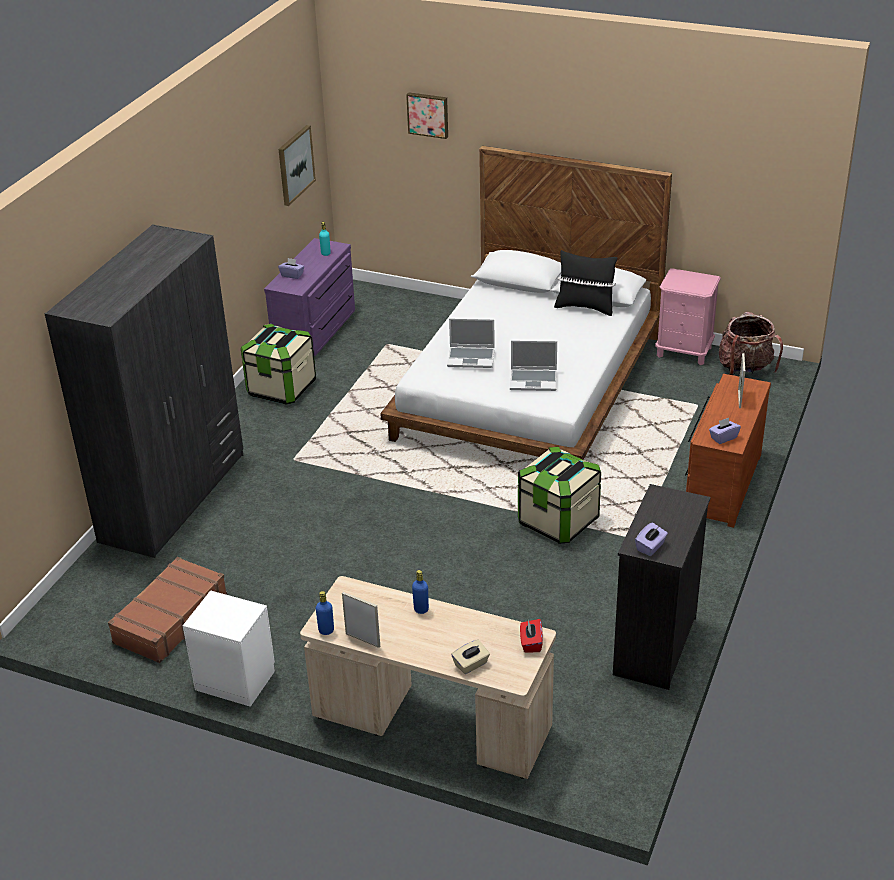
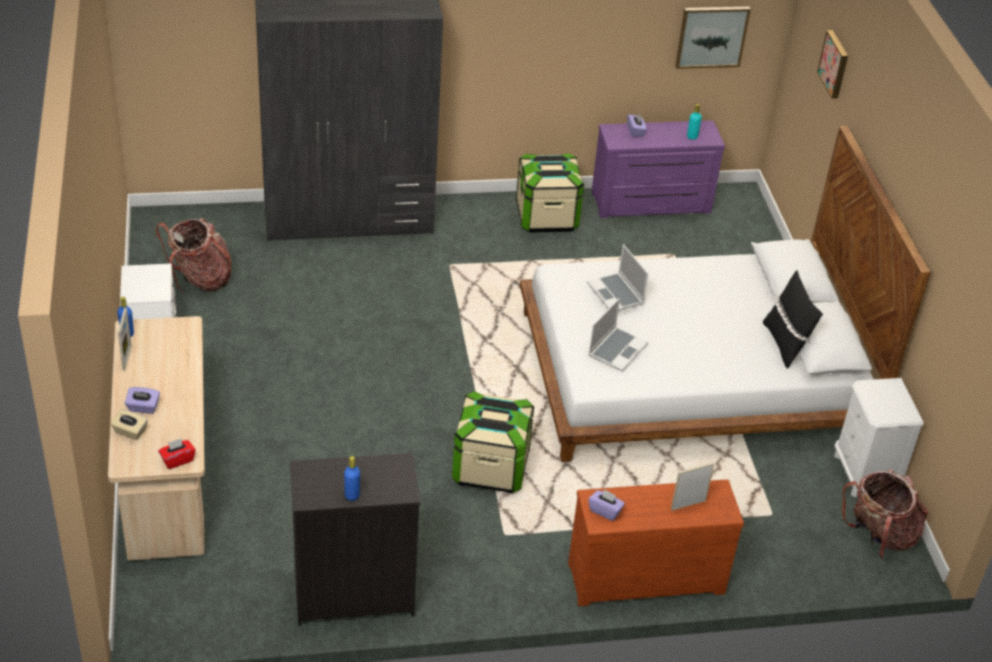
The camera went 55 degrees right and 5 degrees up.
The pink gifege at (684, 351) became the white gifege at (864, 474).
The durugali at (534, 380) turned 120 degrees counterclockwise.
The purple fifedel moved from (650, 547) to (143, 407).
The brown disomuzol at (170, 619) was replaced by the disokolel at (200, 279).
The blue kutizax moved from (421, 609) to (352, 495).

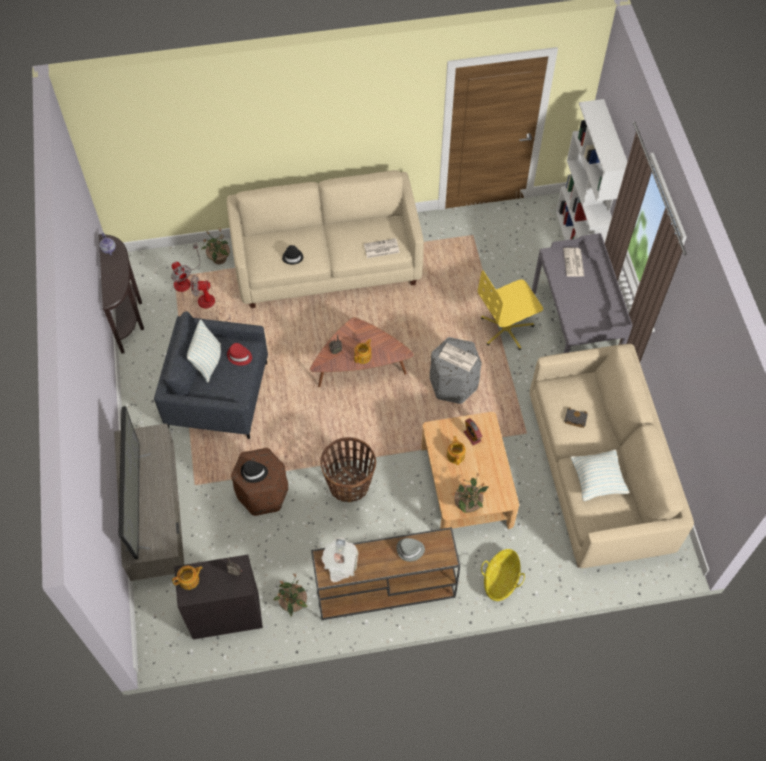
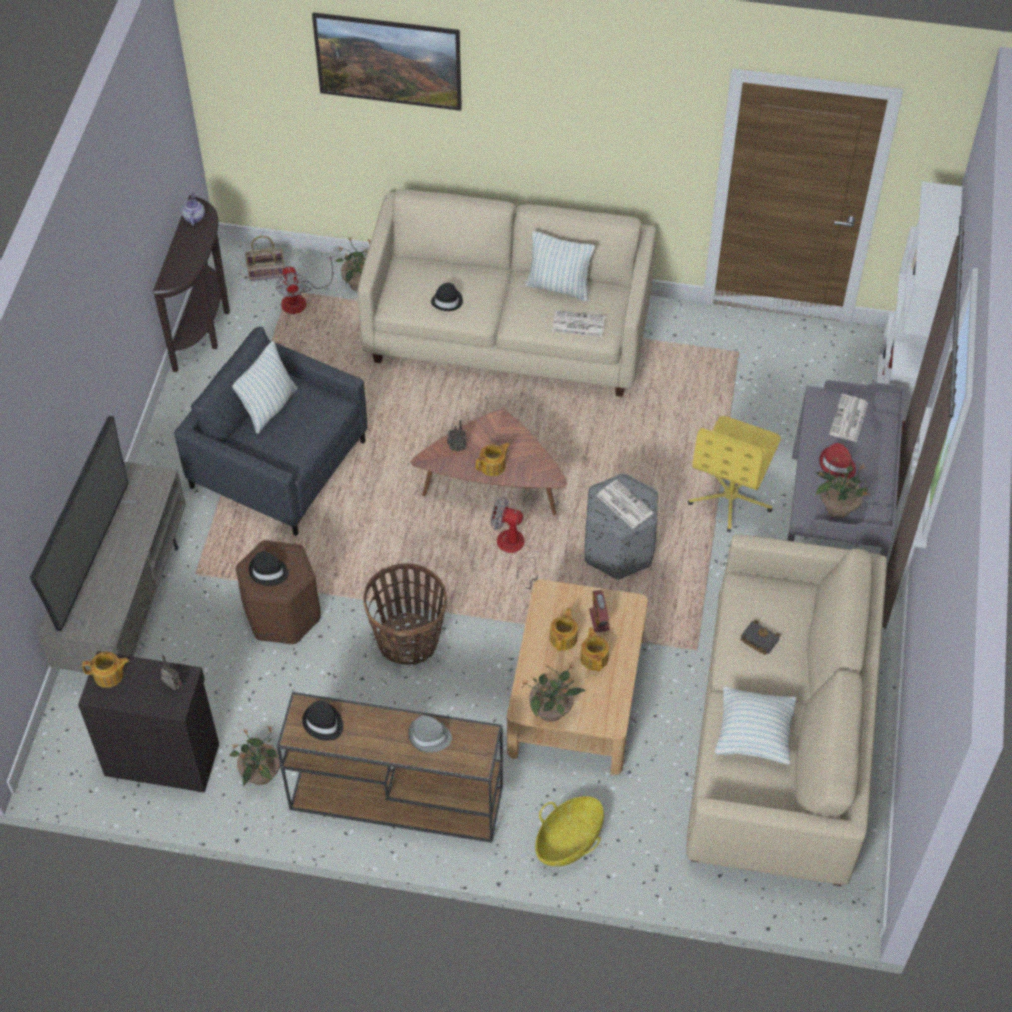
The camera went 20 degrees right and 5 degrees down.
The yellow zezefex at (506, 329) turned 60 degrees counterclockwise.
The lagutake moved from (210, 306) to (514, 550).
The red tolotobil moved from (239, 356) to (837, 465).
The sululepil at (340, 564) was replaced by the black tolotobil at (323, 723).
The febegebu at (389, 80) appeared.
The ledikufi at (559, 287) appeared.
The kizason at (267, 271) appeared.
The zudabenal at (837, 507) appeared.
The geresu at (594, 657) appeared.

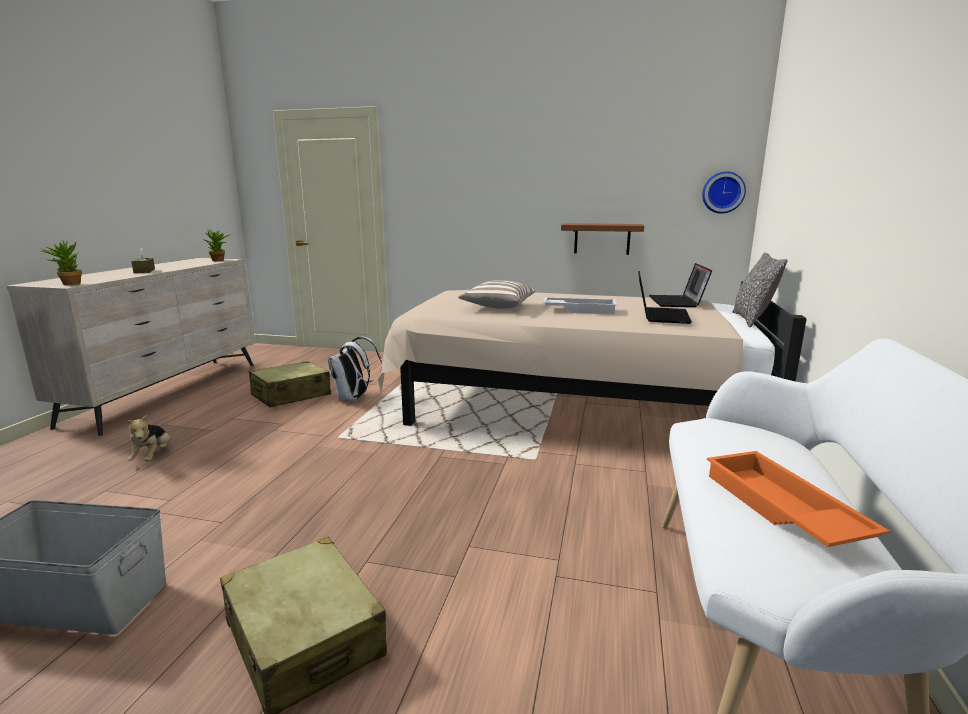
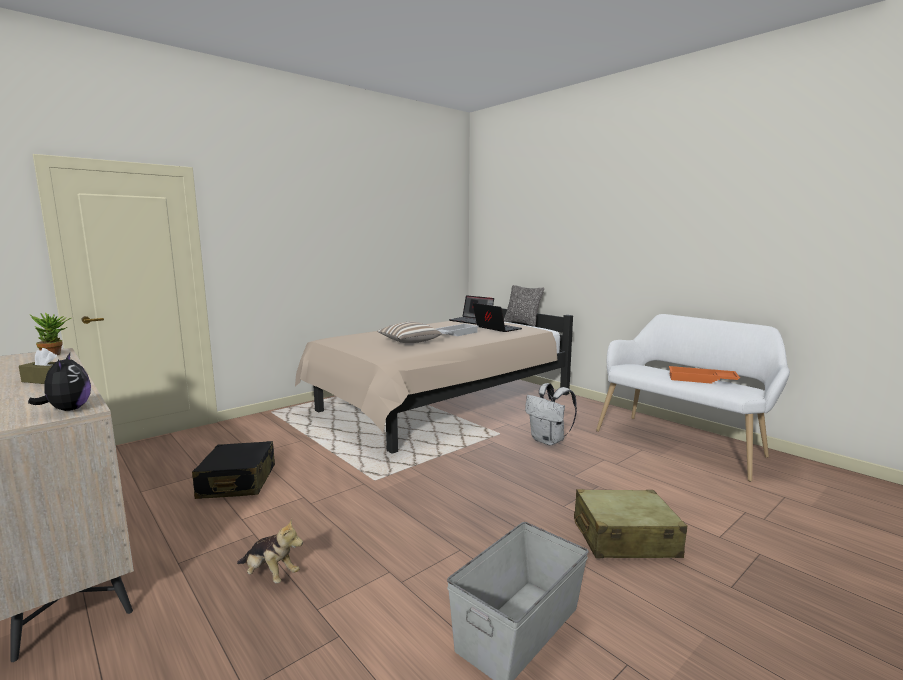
The camera went 55 degrees left and 5 degrees down.
The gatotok at (723, 192) disappeared.
The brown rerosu at (602, 238) disappeared.
The zudabenal at (68, 284) was replaced by the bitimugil at (68, 409).
The white disokolel moved from (354, 398) to (549, 441).
The beige disomuzol at (290, 395) became the black disomuzol at (237, 482).

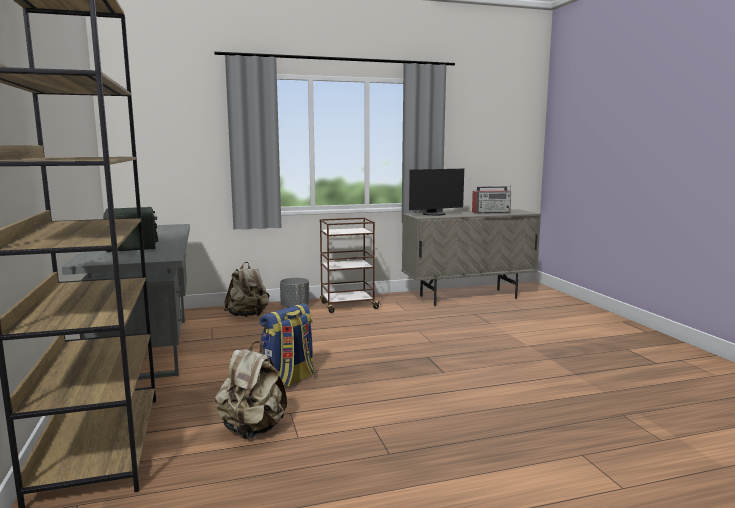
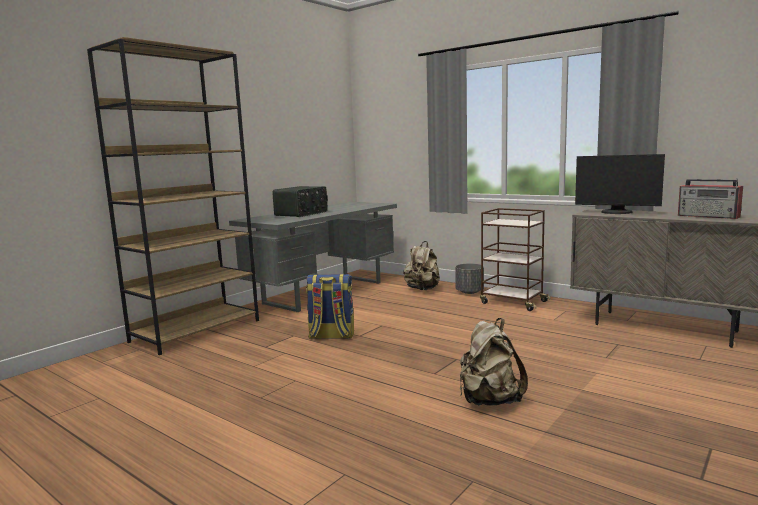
The camera went 55 degrees right and 0 degrees up.
The beige disokolel moved from (253, 429) to (489, 401).

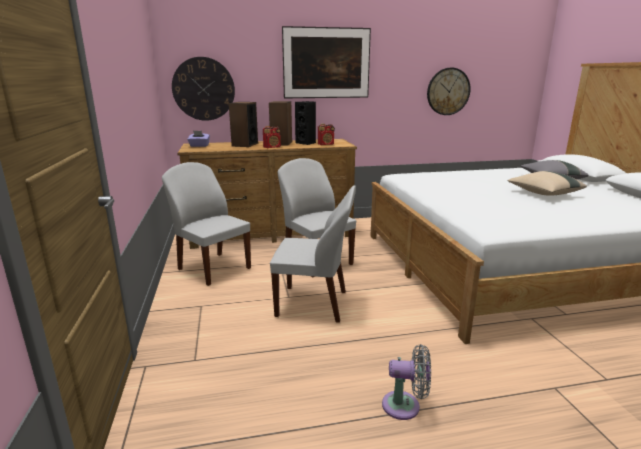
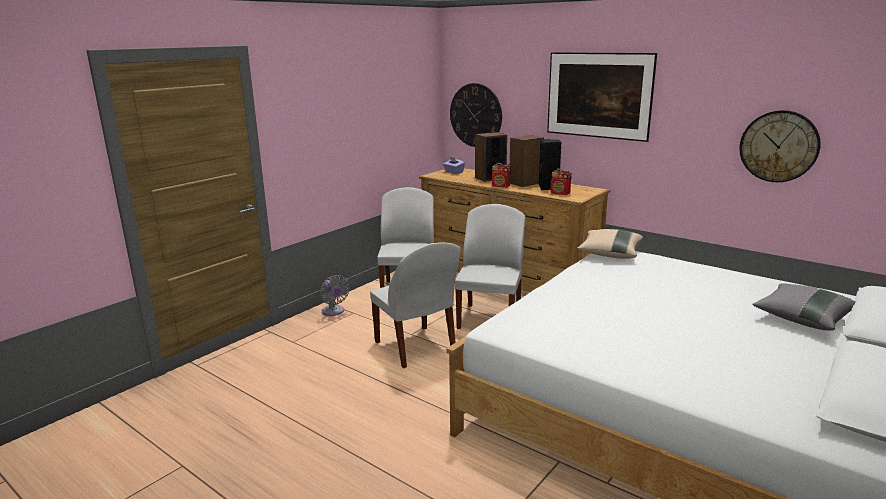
The camera went 50 degrees right and 0 degrees up.
The beige ledikufi moved from (543, 193) to (609, 254).
The grey lagutake moved from (405, 406) to (334, 312).

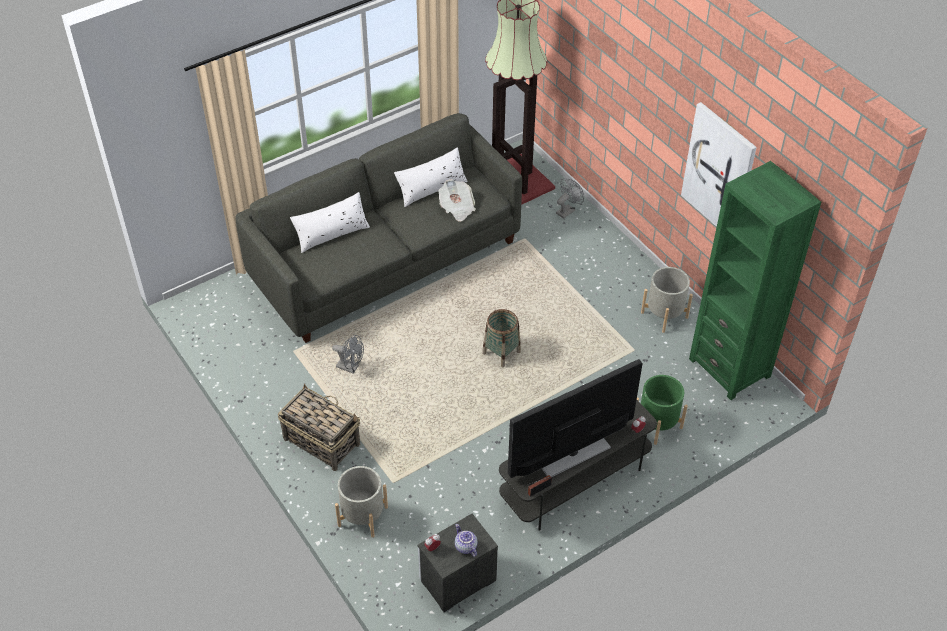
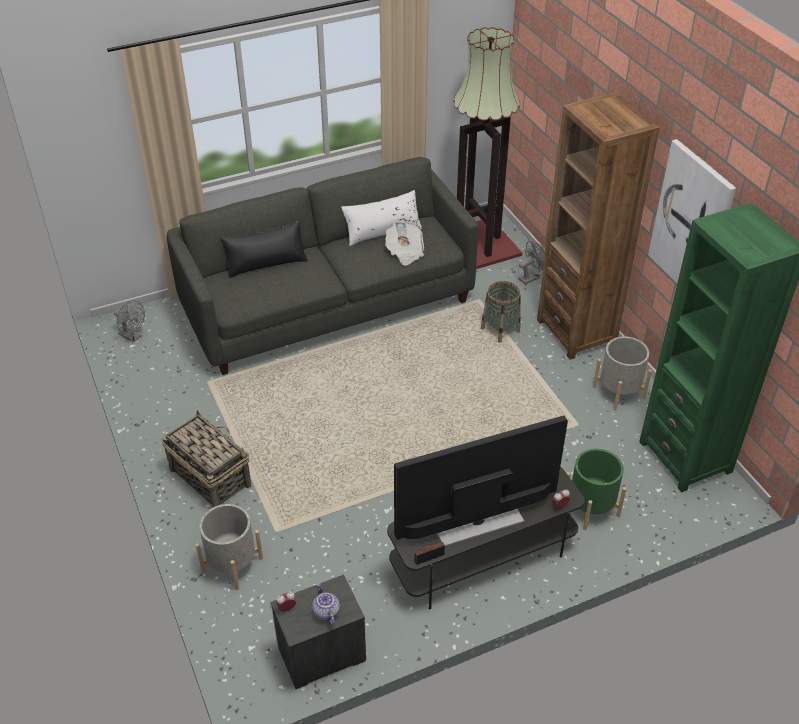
The camera went 10 degrees right and 5 degrees down.
The white ledikufi at (331, 234) became the black ledikufi at (266, 263).
The kizason moved from (501, 353) to (500, 330).
The grey lagutake moved from (350, 367) to (133, 337).
The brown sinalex at (576, 332) appeared.

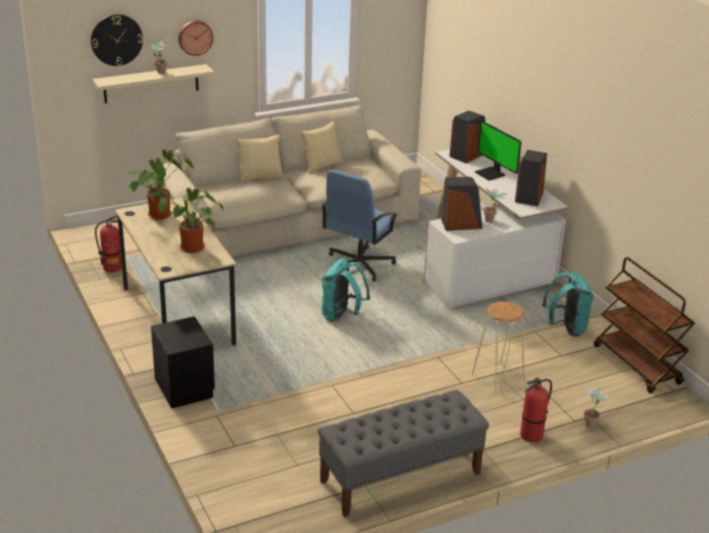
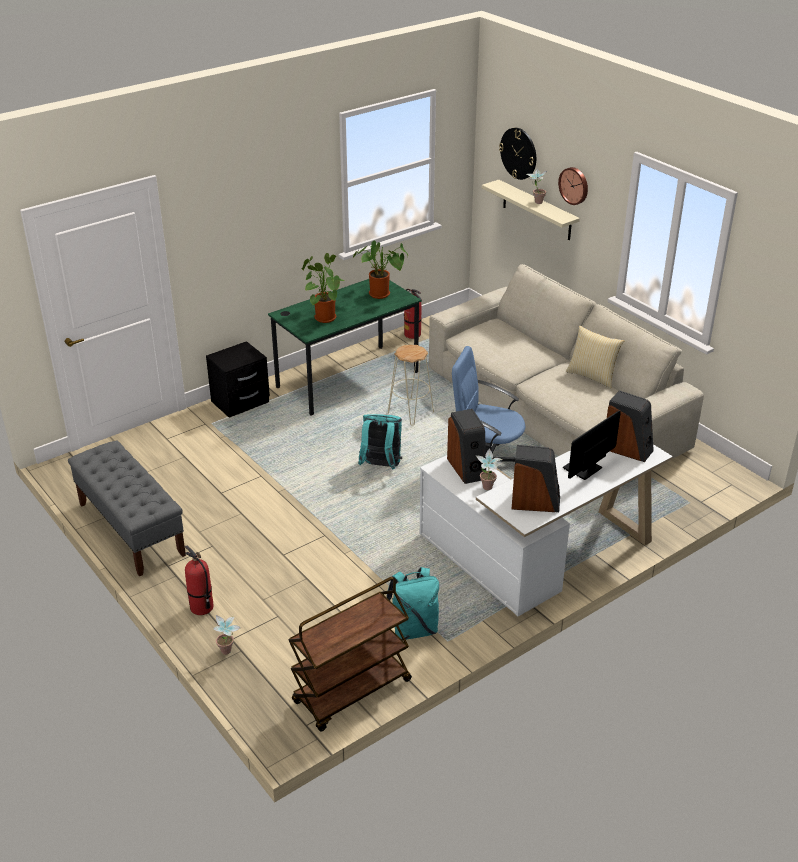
The camera went 80 degrees right and 5 degrees up.
The ledikufi at (260, 177) disappeared.
The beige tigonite at (177, 315) became the green tigonite at (347, 379).
The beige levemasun moved from (498, 378) to (410, 412).

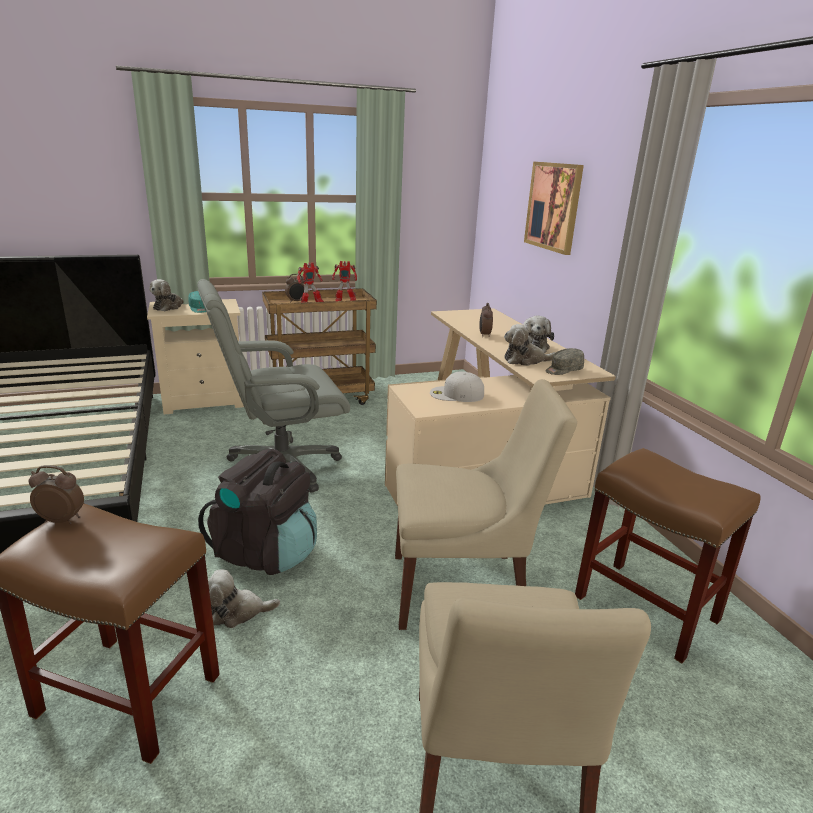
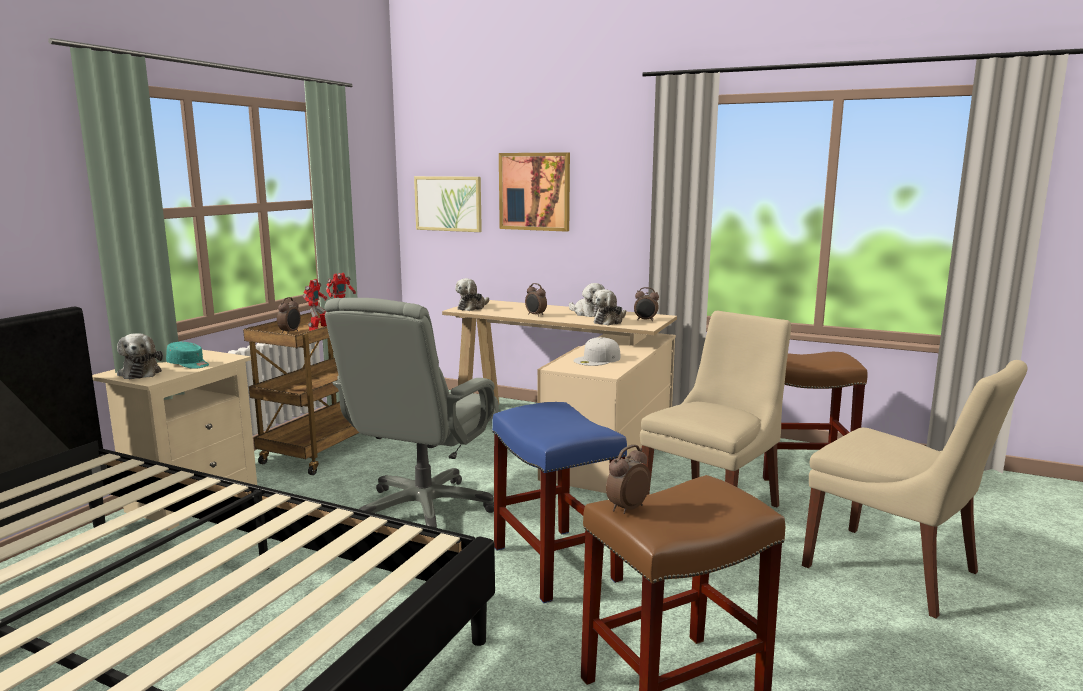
The camera went 45 degrees left and 10 degrees down.
The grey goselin at (563, 370) was replaced by the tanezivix at (645, 320).
The black disokolel at (265, 552) was replaced by the blue levemasun at (554, 563).
The bitimugil moved from (237, 612) to (472, 307).
The febegebu at (448, 203) appeared.

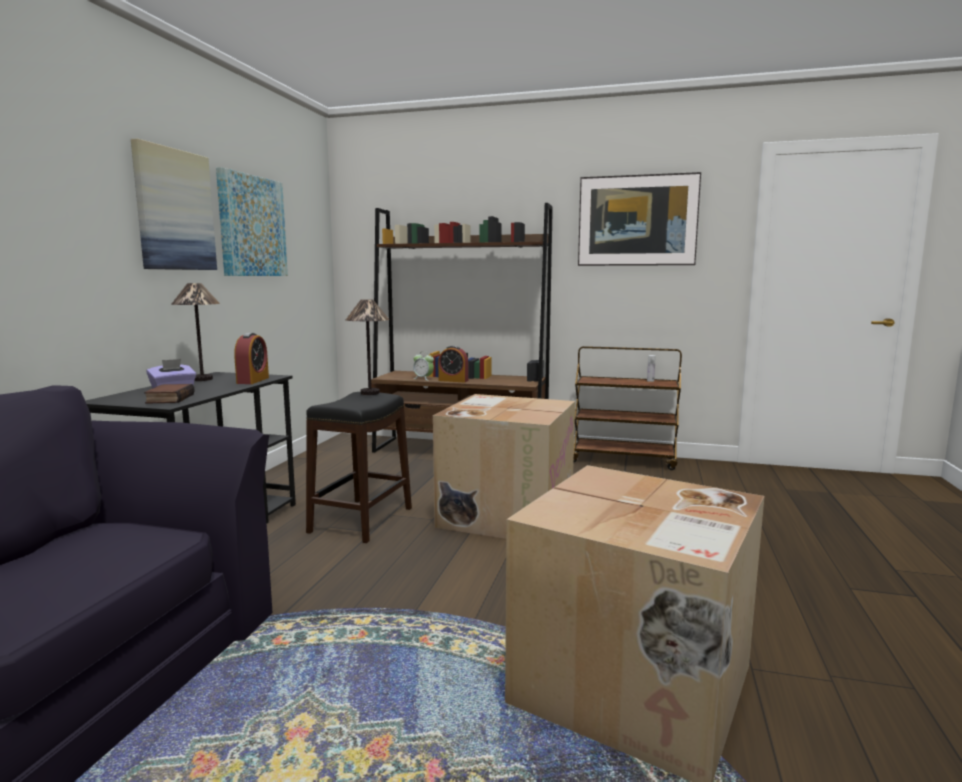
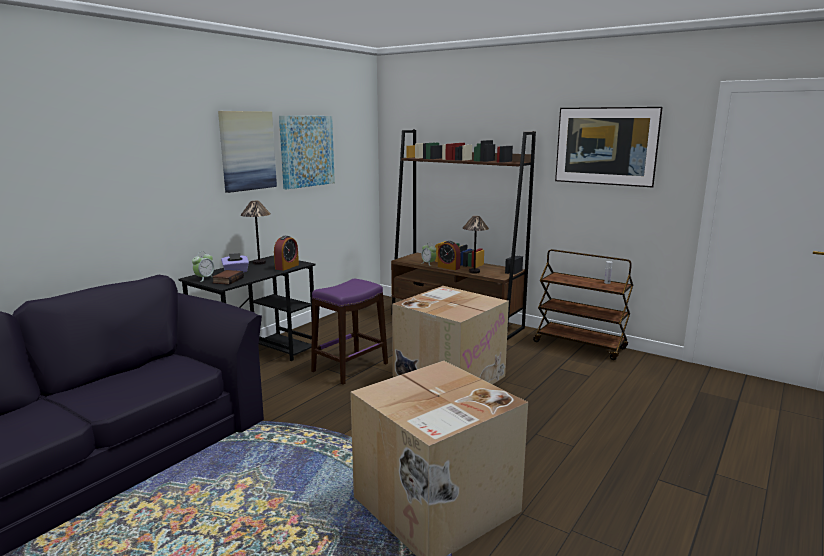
The camera went 20 degrees right and 5 degrees up.
The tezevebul moved from (369, 393) to (474, 272).
The black levemasun at (362, 520) became the purple levemasun at (350, 367).
The tanezivix at (204, 278) appeared.

